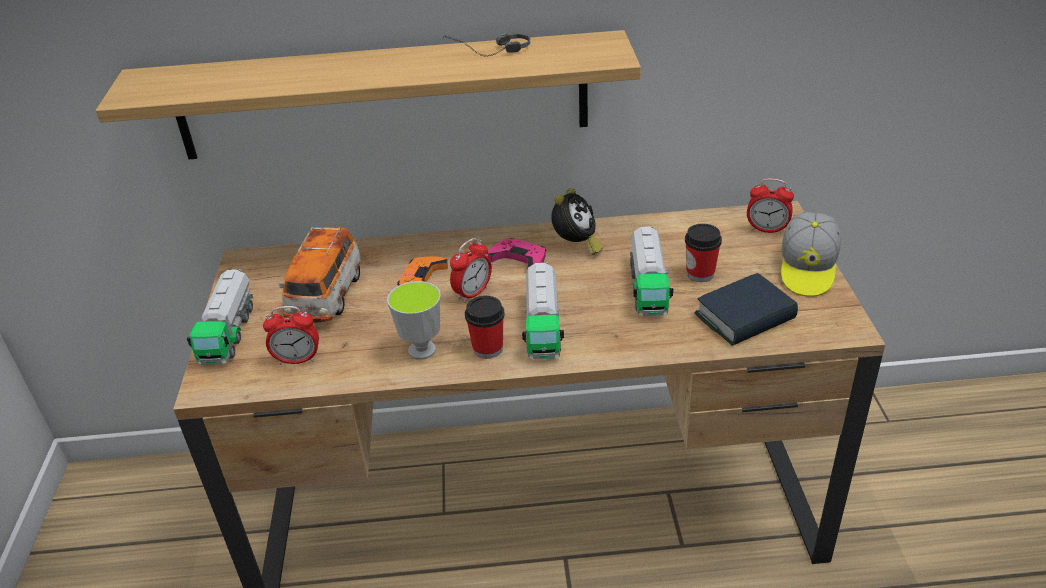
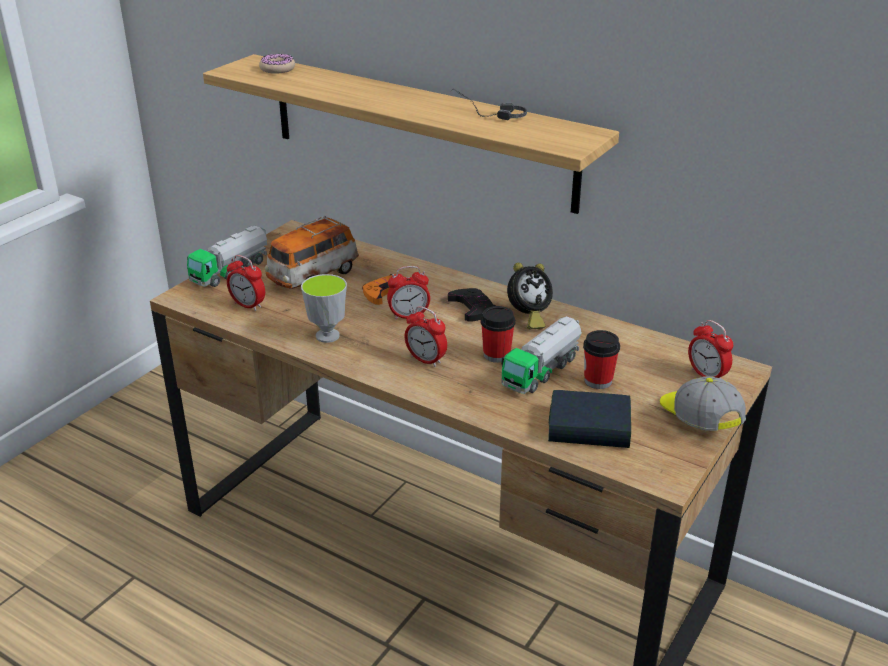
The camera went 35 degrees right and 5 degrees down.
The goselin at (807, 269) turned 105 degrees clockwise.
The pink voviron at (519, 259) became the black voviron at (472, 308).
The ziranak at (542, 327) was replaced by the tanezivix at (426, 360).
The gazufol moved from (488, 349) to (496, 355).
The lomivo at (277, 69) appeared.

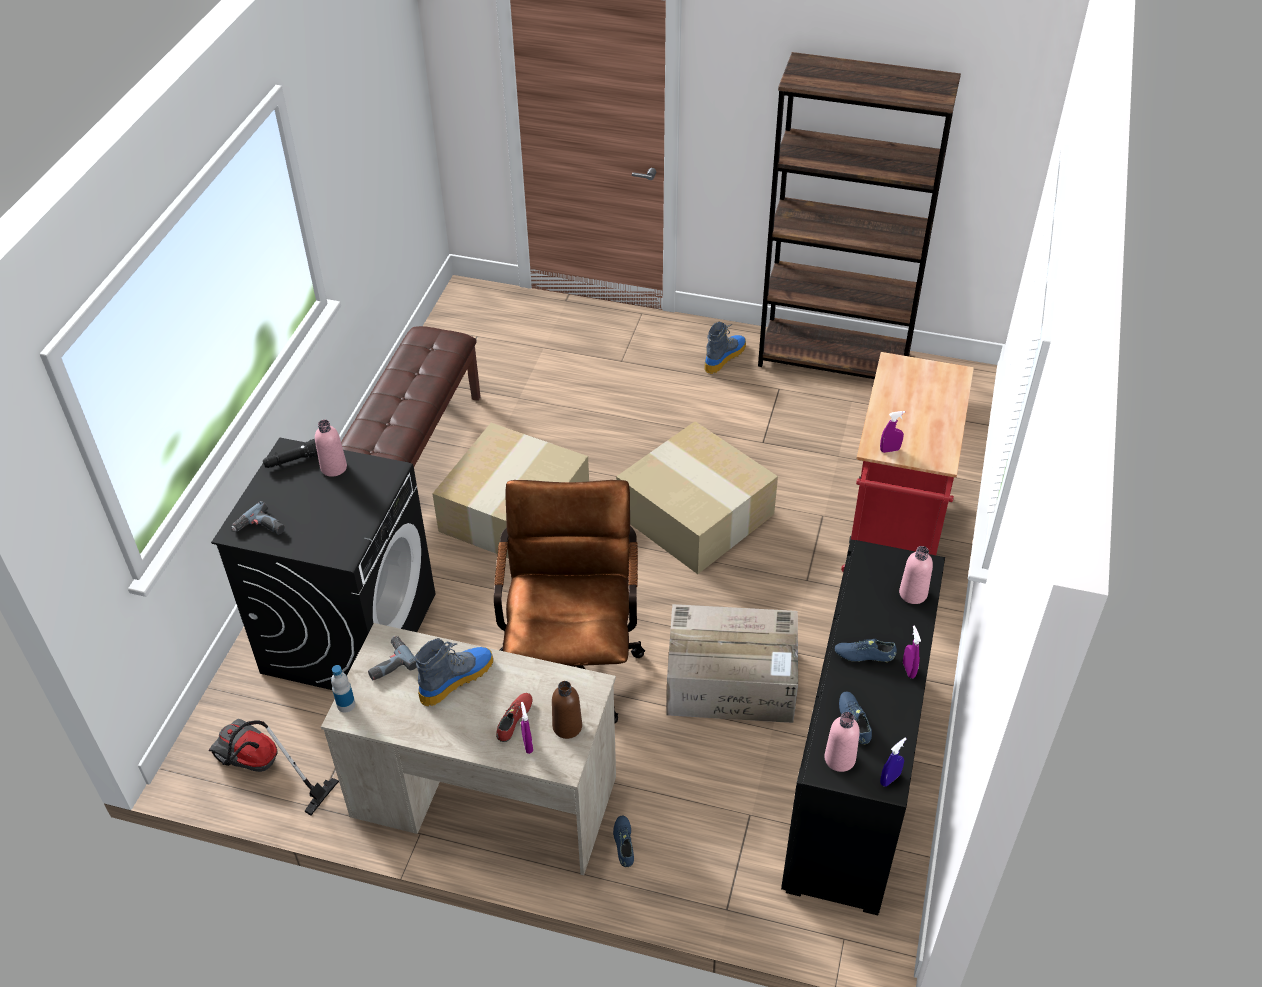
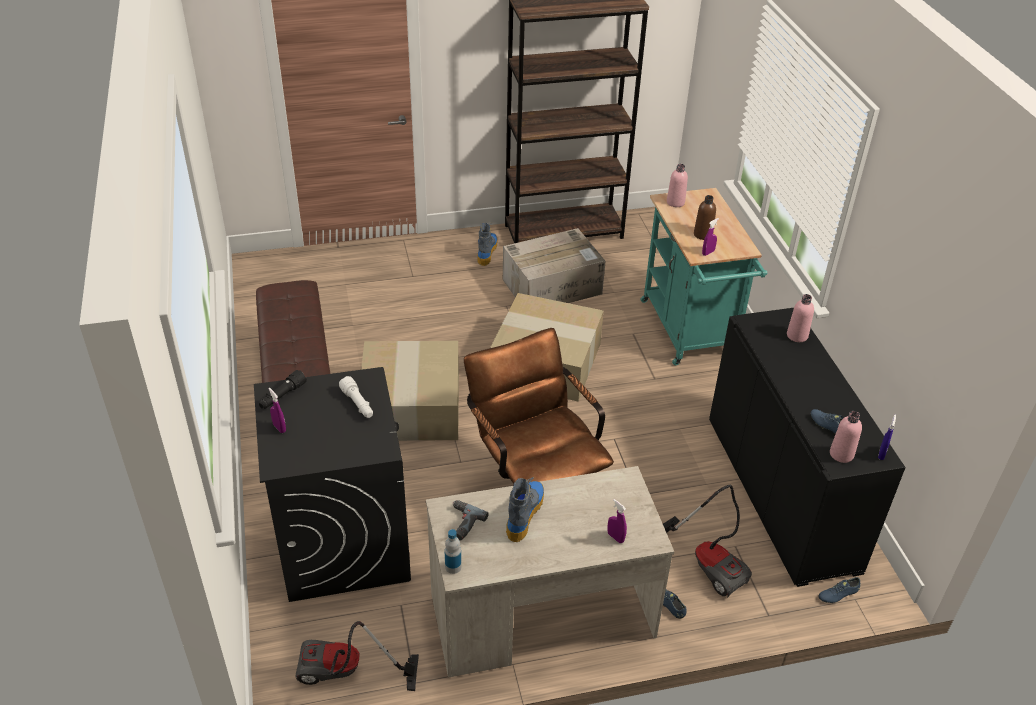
The camera went 30 degrees left and 5 degrees down.
The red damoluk at (893, 540) became the turquoise damoluk at (690, 333).
The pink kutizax moved from (333, 467) to (675, 202).
The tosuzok at (260, 528) disappeared.
The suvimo moved from (732, 681) to (553, 286).
The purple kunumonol moved from (908, 670) to (279, 428).
The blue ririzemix moved from (864, 655) to (838, 594).
The brown kutizax moved from (567, 726) to (703, 235).
The red ririzemix at (515, 721) disappeared.
The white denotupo at (358, 404) appeared.
The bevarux at (709, 562) appeared.

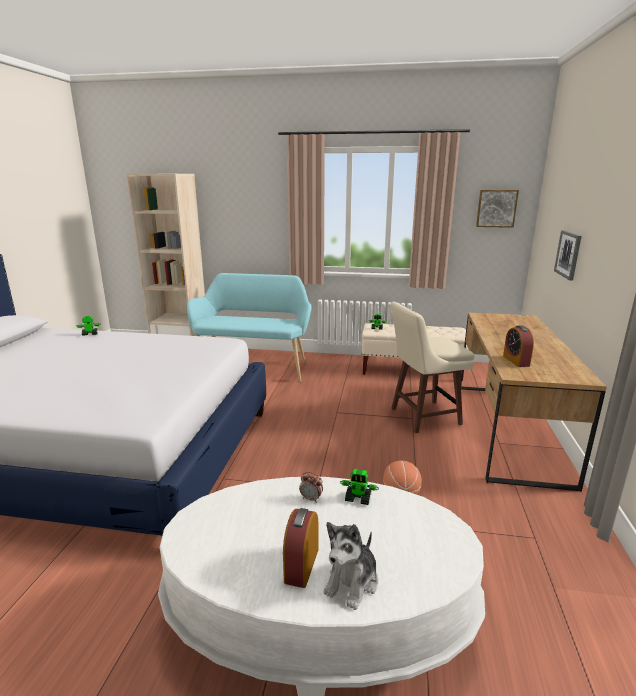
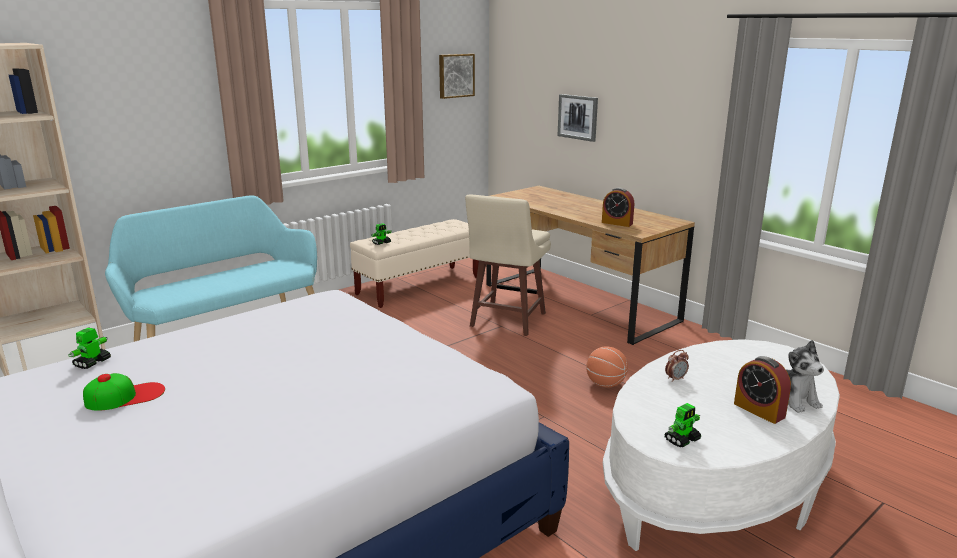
The camera went 50 degrees left and 0 degrees up.
The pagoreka moved from (358, 498) to (682, 439).
The goselin at (125, 396) appeared.

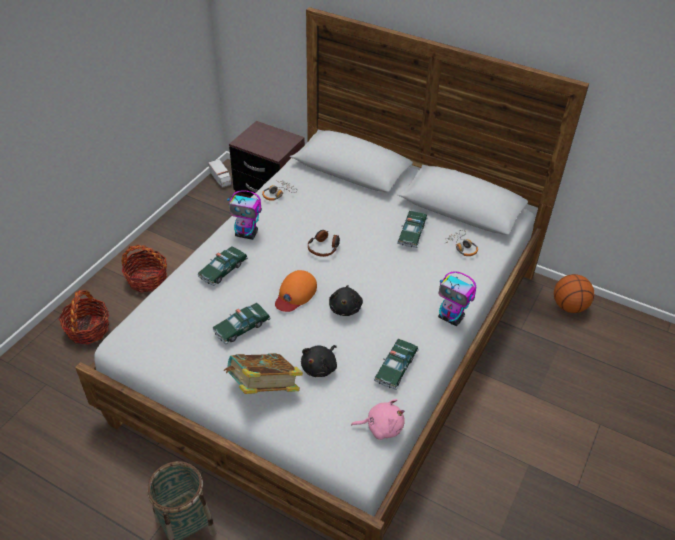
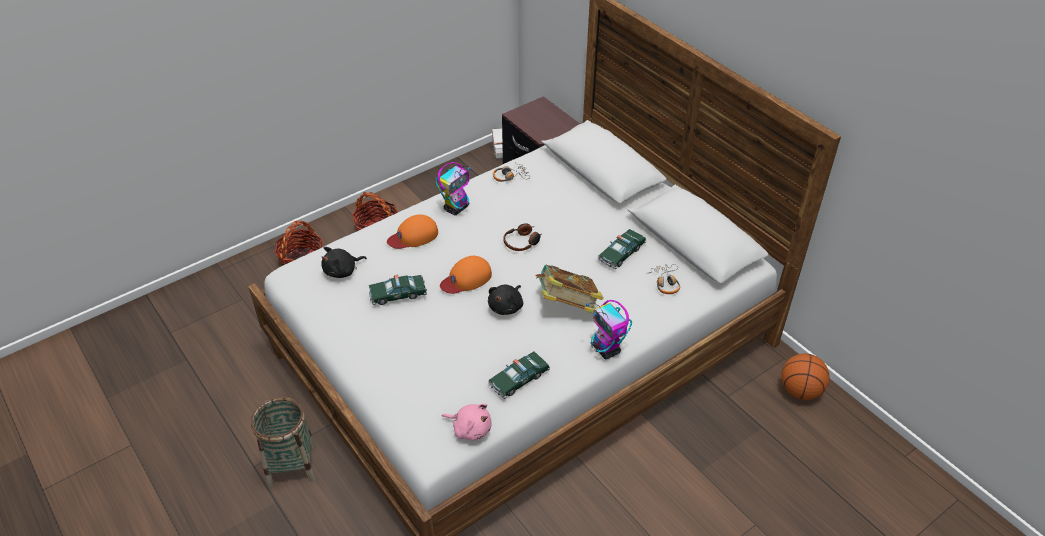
The camera went 25 degrees right and 0 degrees up.
The pagoreka at (247, 234) turned 90 degrees counterclockwise.
The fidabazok at (223, 270) was replaced by the orange goselin at (413, 236).
The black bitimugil moved from (320, 367) to (342, 271).
The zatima moved from (264, 388) to (567, 305).

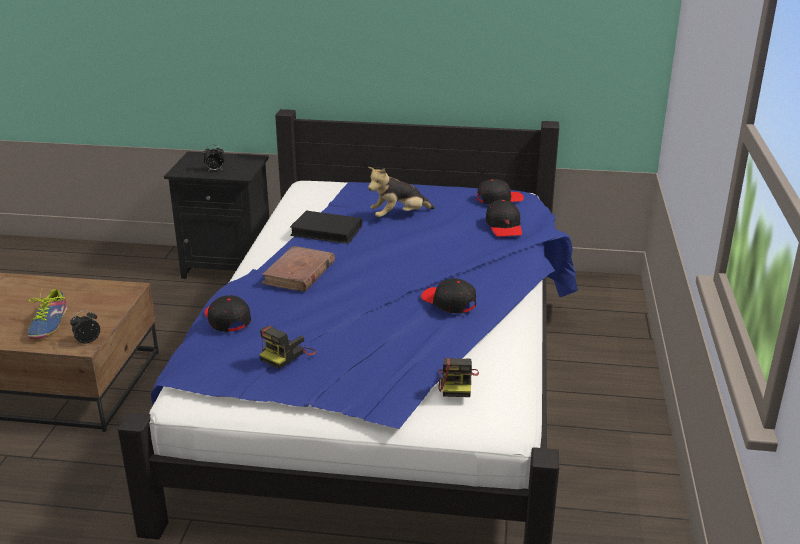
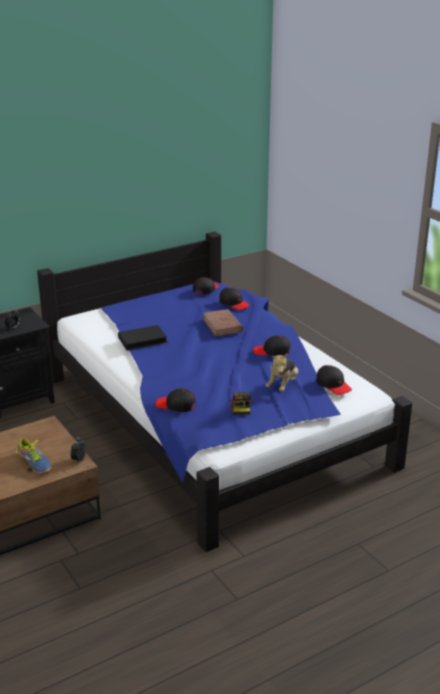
The camera went 40 degrees left and 0 degrees up.
The bitimugil moved from (399, 216) to (283, 385).
The brown zatima moved from (299, 273) to (222, 325).
The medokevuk at (457, 383) was replaced by the black goselin at (333, 385).

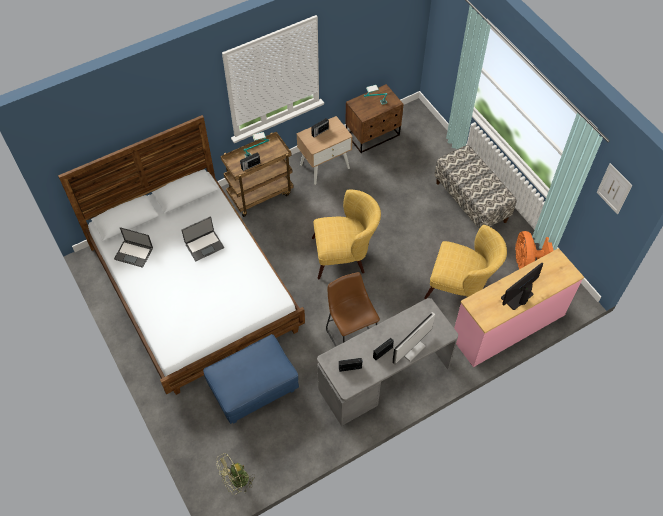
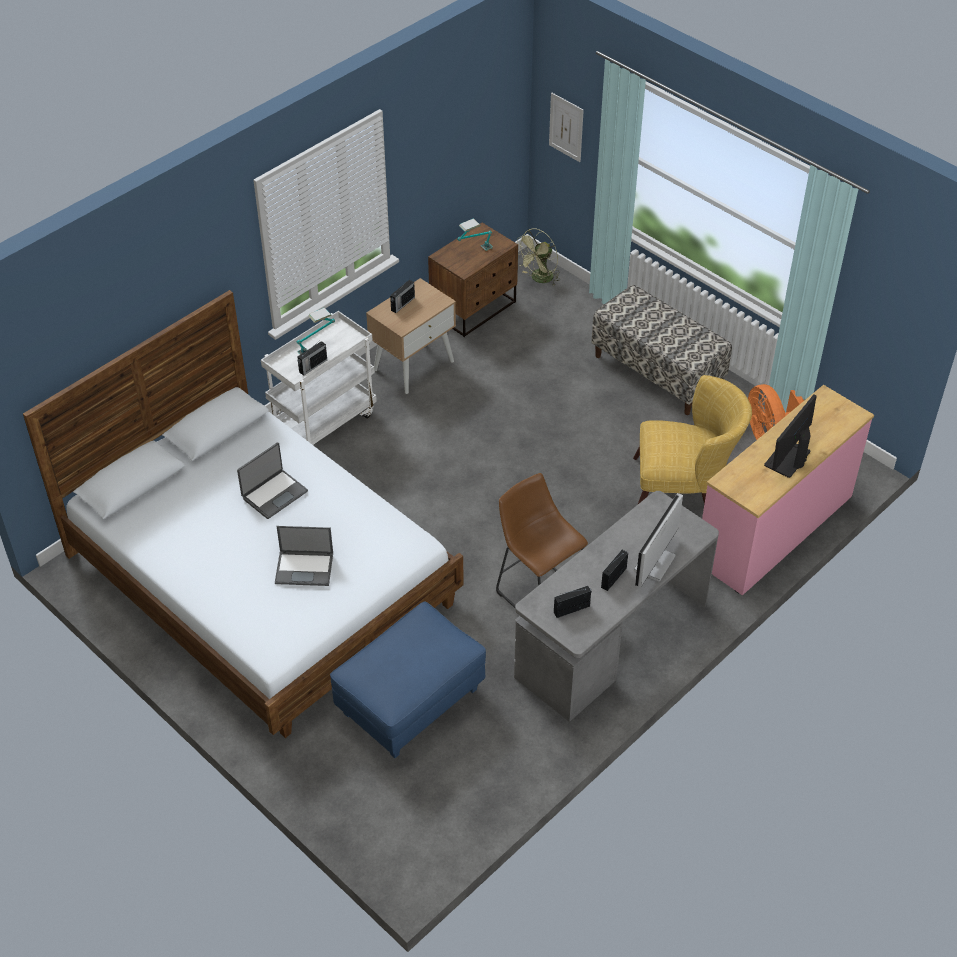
The camera went 15 degrees left and 10 degrees down.
The brown damoluk at (260, 194) became the white damoluk at (324, 423).
The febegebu moved from (614, 188) to (566, 127).
The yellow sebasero at (345, 255) disappeared.
The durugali moved from (134, 253) to (305, 568).
The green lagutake moved from (236, 481) to (539, 279).

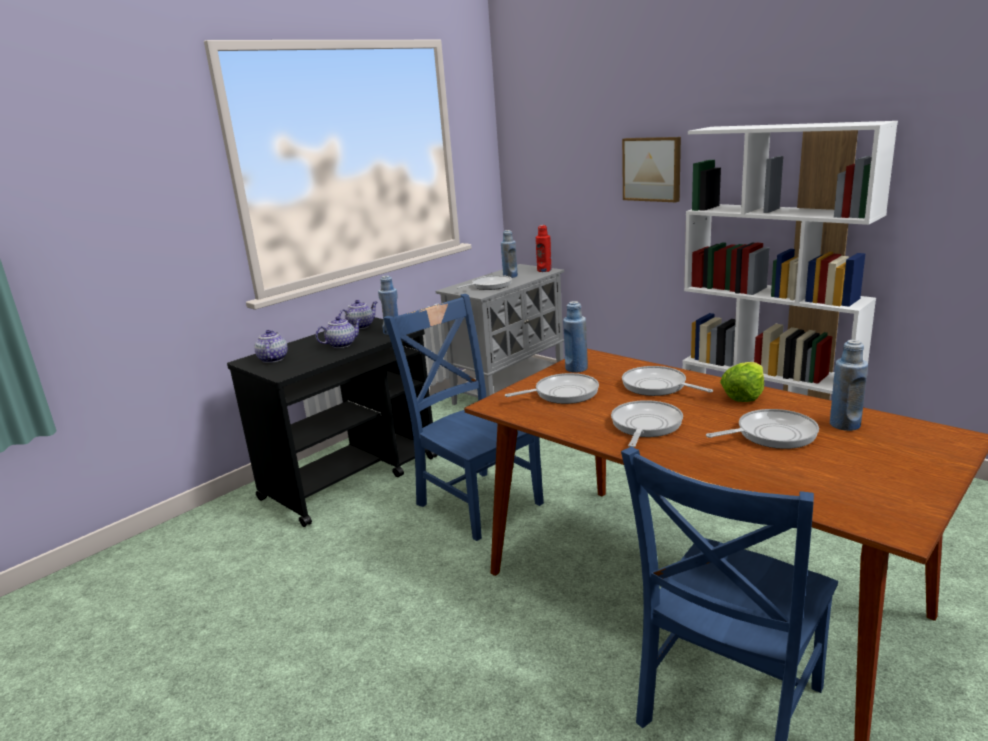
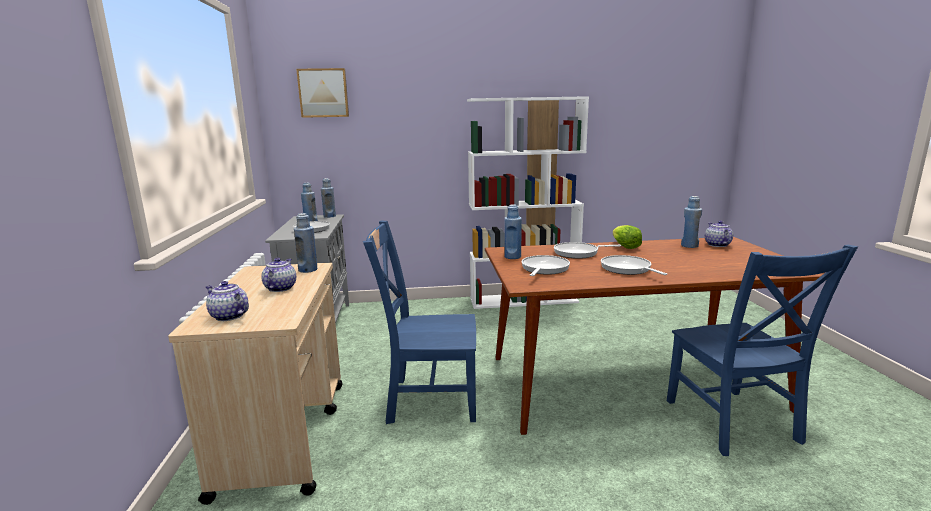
The camera went 50 degrees left and 5 degrees down.
The febegebu moved from (652, 169) to (323, 93).
The red kutizax at (544, 270) became the blue kutizax at (329, 216).
The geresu moved from (361, 326) to (716, 245).
The black damoluk at (352, 477) became the beige damoluk at (285, 434).
The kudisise at (771, 434) disappeared.

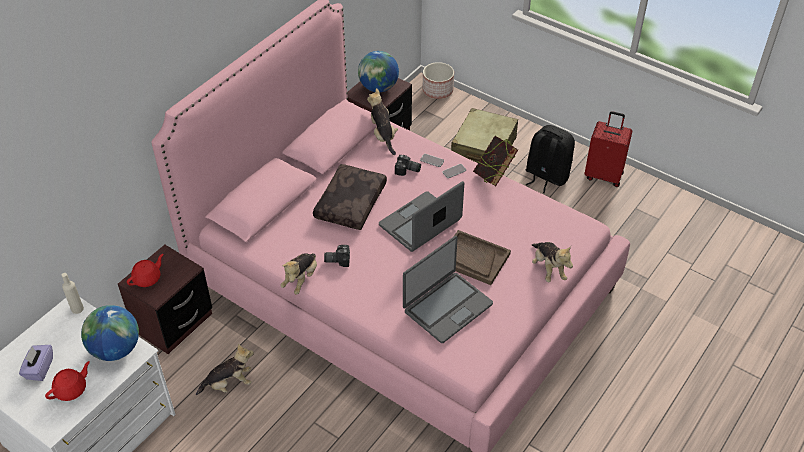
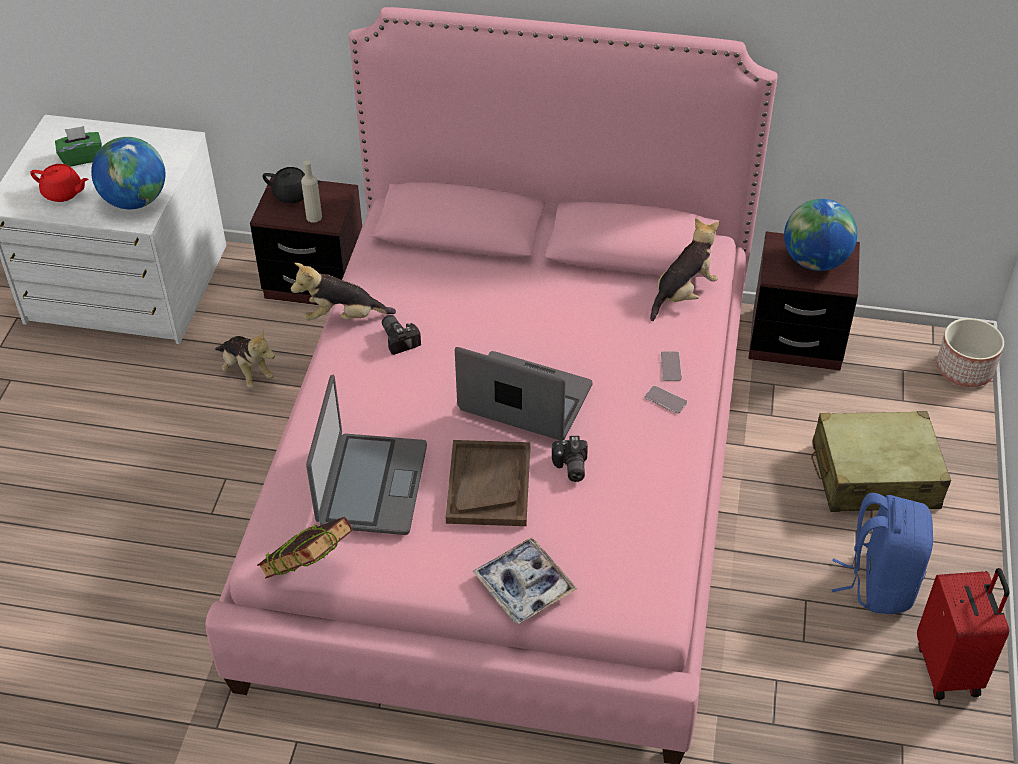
The camera went 65 degrees right and 0 degrees up.
The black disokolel at (546, 176) became the blue disokolel at (878, 583).
The zatima moved from (494, 176) to (309, 572).
The medokevuk moved from (407, 170) to (570, 467).
The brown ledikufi at (349, 202) disappeared.
The durugali at (447, 307) turned 105 degrees counterclockwise.
The bitimugil at (548, 269) was replaced by the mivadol at (524, 586).
The red geresu at (147, 278) became the black geresu at (293, 195).
The beige kutizax moved from (77, 309) to (314, 217).
The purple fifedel at (39, 369) became the green fifedel at (82, 157).

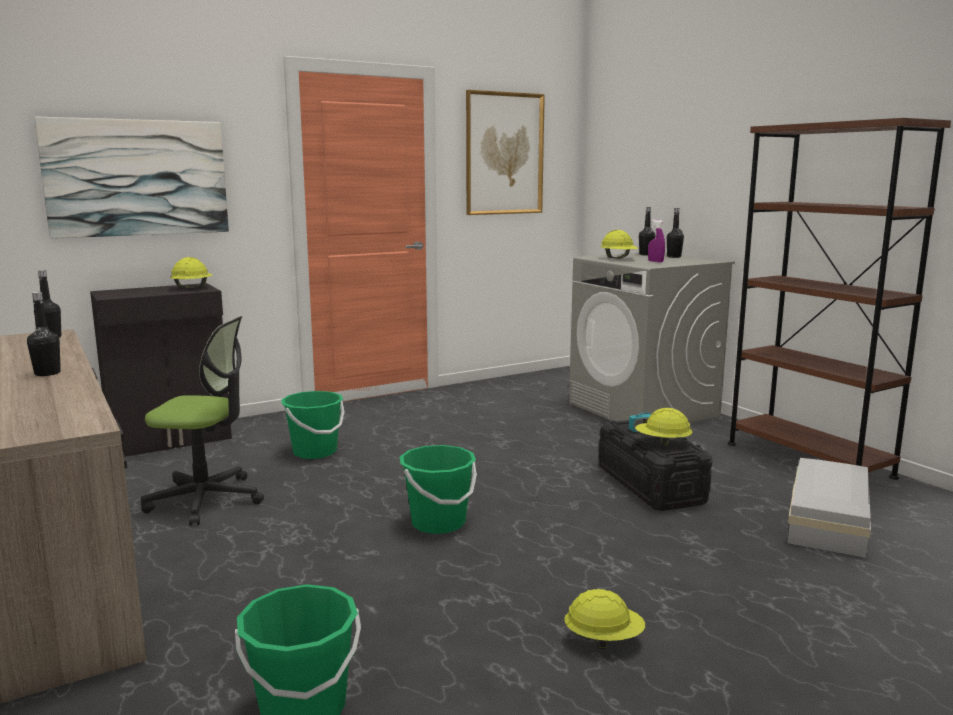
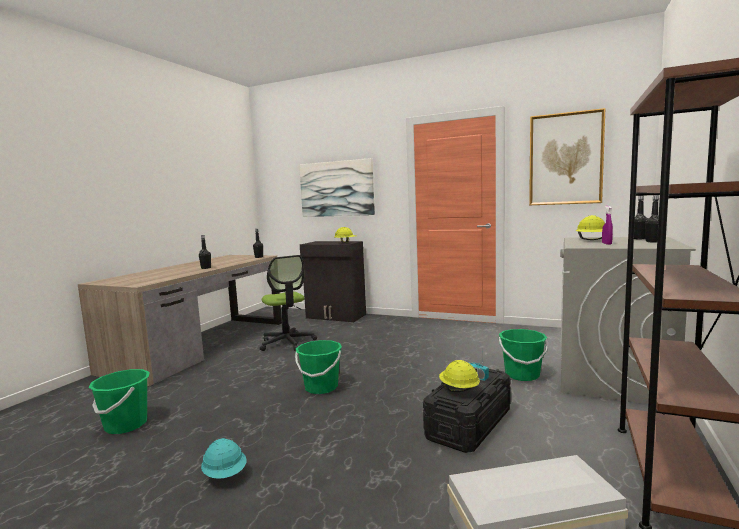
The camera went 55 degrees right and 5 degrees down.
The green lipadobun moved from (315, 452) to (522, 375).
The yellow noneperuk at (603, 640) became the turquoise noneperuk at (225, 475).

